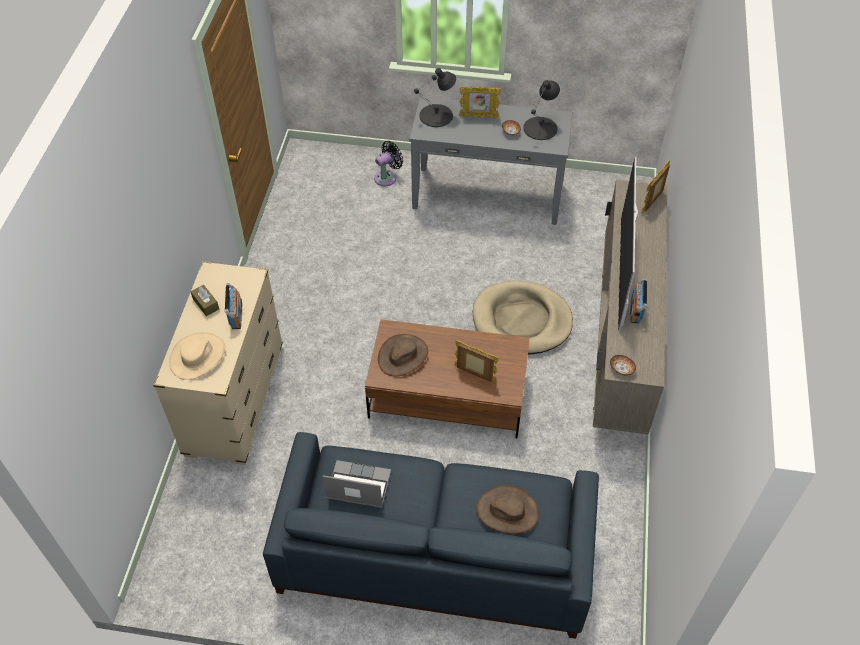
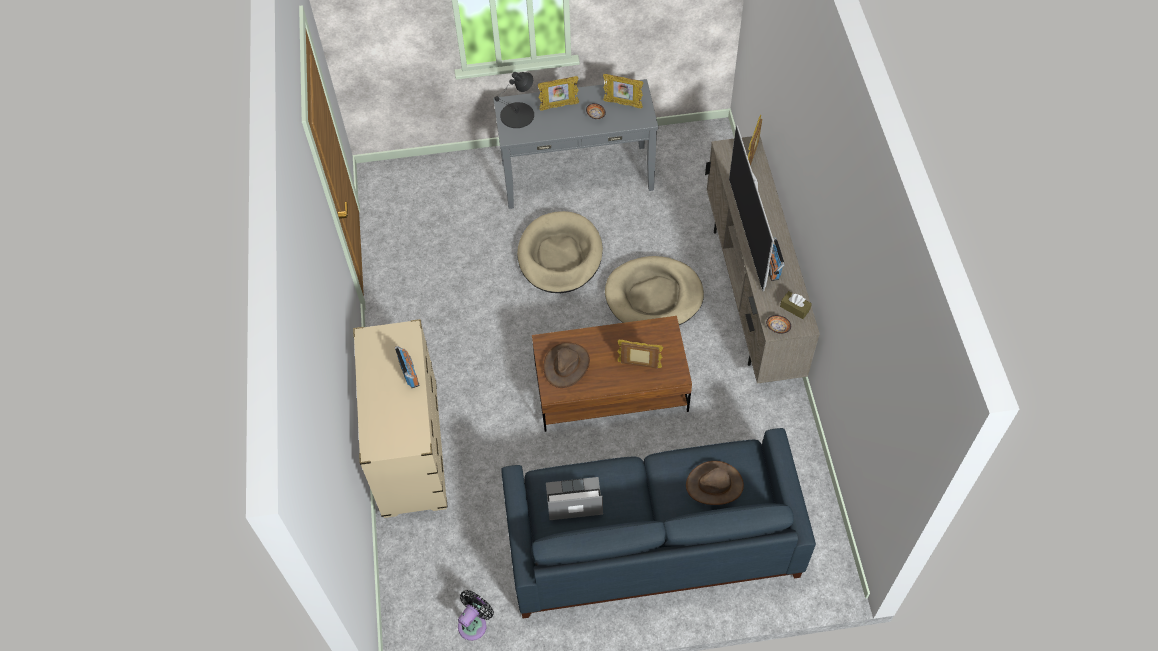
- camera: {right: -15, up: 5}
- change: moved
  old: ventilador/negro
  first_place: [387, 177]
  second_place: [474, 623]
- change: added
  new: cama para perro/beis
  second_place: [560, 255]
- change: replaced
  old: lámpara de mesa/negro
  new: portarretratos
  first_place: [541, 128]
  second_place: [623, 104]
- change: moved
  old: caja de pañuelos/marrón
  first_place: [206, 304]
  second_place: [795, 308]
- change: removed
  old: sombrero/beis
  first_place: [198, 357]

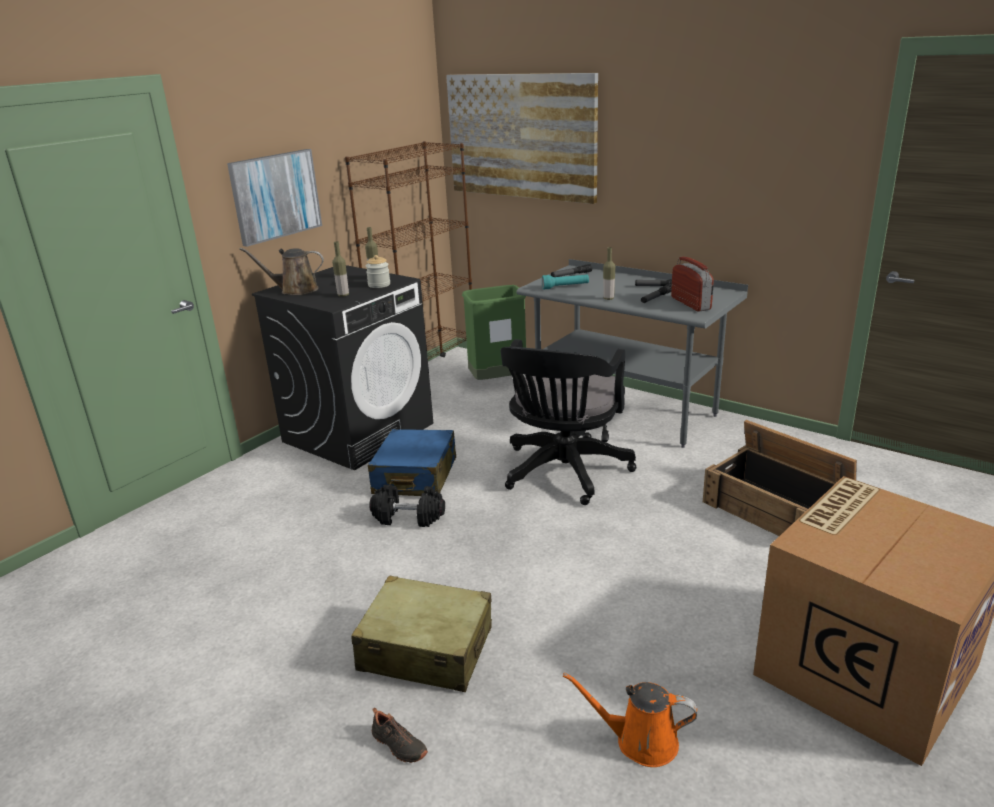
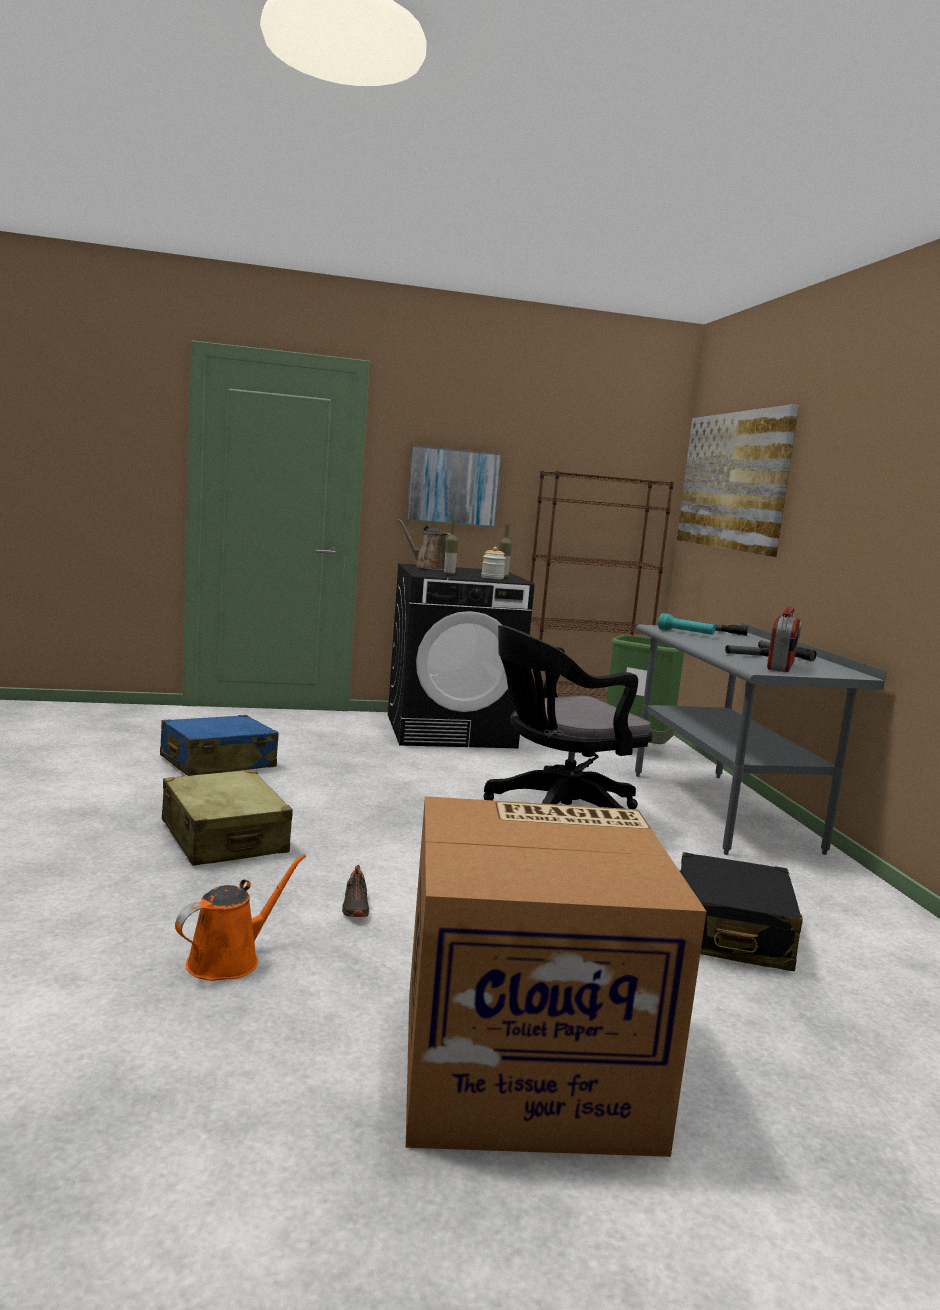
- camera: {right: 40, up: -15}
- change: moved
  old: maleta/azul
  first_place: [415, 476]
  second_place: [217, 762]
- change: turned
  old: regadera/naranja
  first_place: [640, 741]
  second_place: [229, 959]
  degrees: 75
- change: moved
  old: zapato/negro
  first_place: [398, 746]
  second_place: [354, 906]
- change: replaced
  old: caja de embalaje
  new: maleta/negro
  first_place: [778, 507]
  second_place: [730, 933]
- change: removed
  old: mancuerna/negro
  first_place: [409, 517]
- change: removed
  old: botella
  first_place: [608, 298]

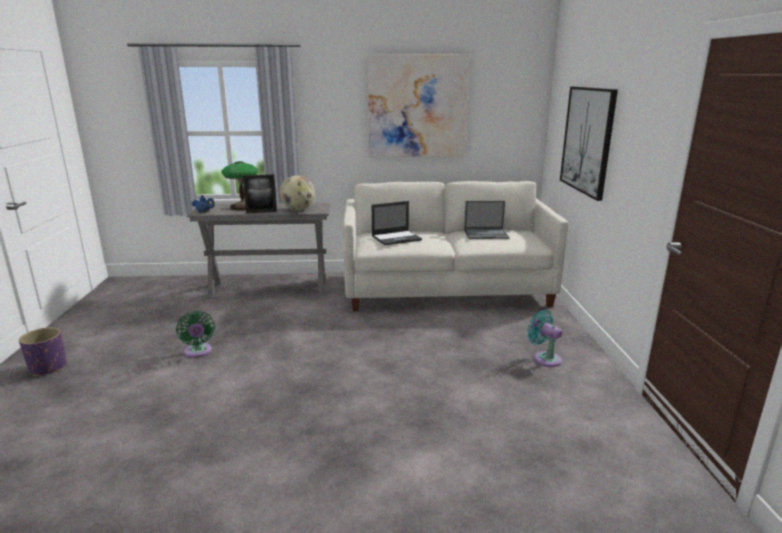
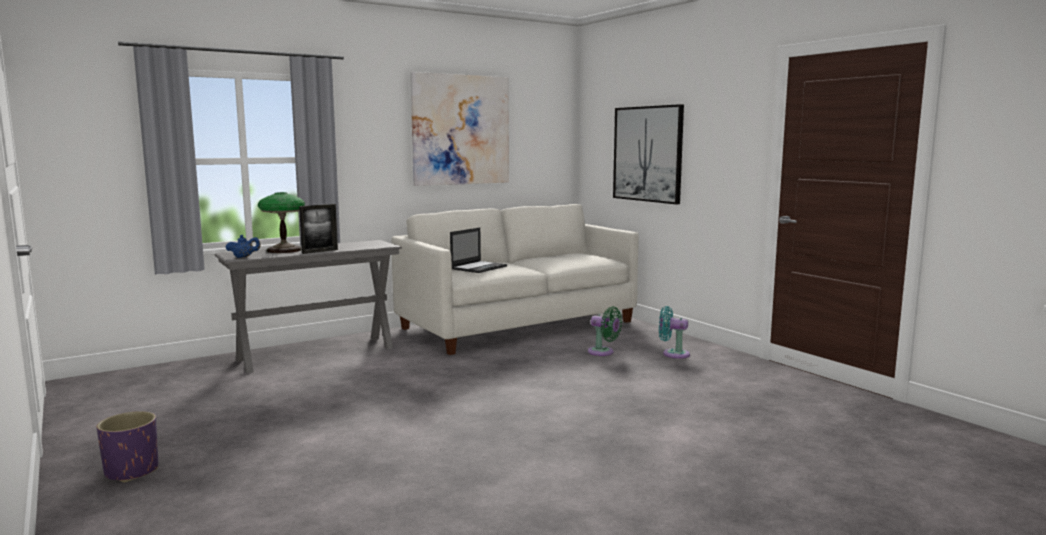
- camera: {right: -30, up: -10}
- change: moved
  old: ventilador/verde
  first_place: [198, 352]
  second_place: [603, 352]
- change: removed
  old: globo terráqueo
  first_place: [298, 209]
- change: removed
  old: portátil
  first_place: [486, 234]

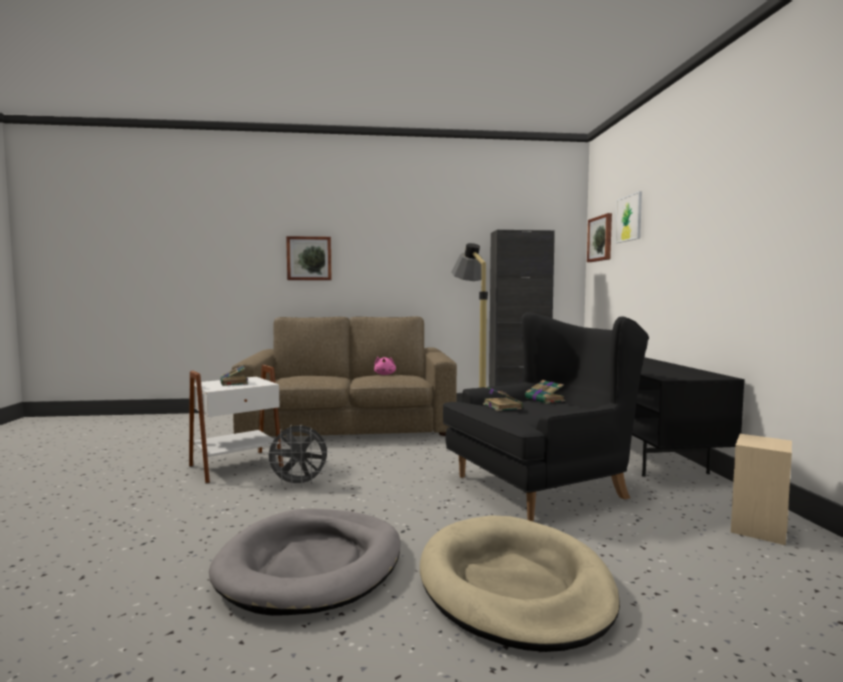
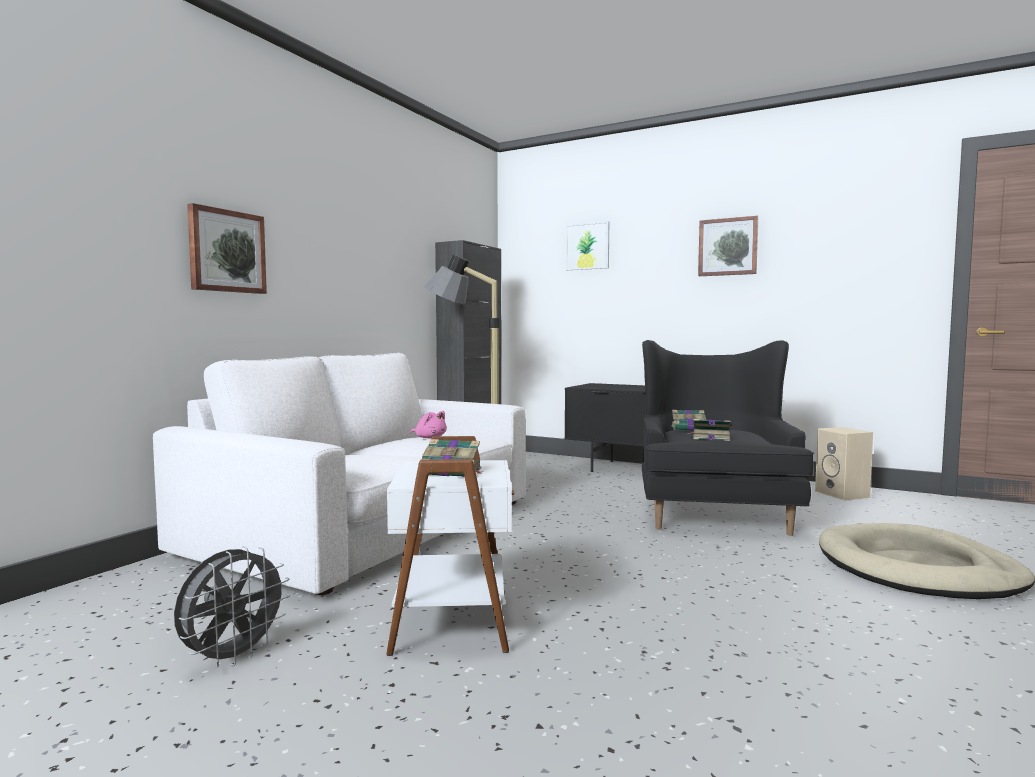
- camera: {right: -55, up: 0}
- change: recoloured
  old: sofá/marrón
  new: sofá/blanco
  first_place: [350, 424]
  second_place: [371, 527]
- change: moved
  old: ventilador/gris
  first_place: [299, 484]
  second_place: [233, 657]
- change: moved
  old: cuadro
  first_place: [600, 238]
  second_place: [728, 247]
- change: removed
  old: cama para perro/gris
  first_place: [312, 565]

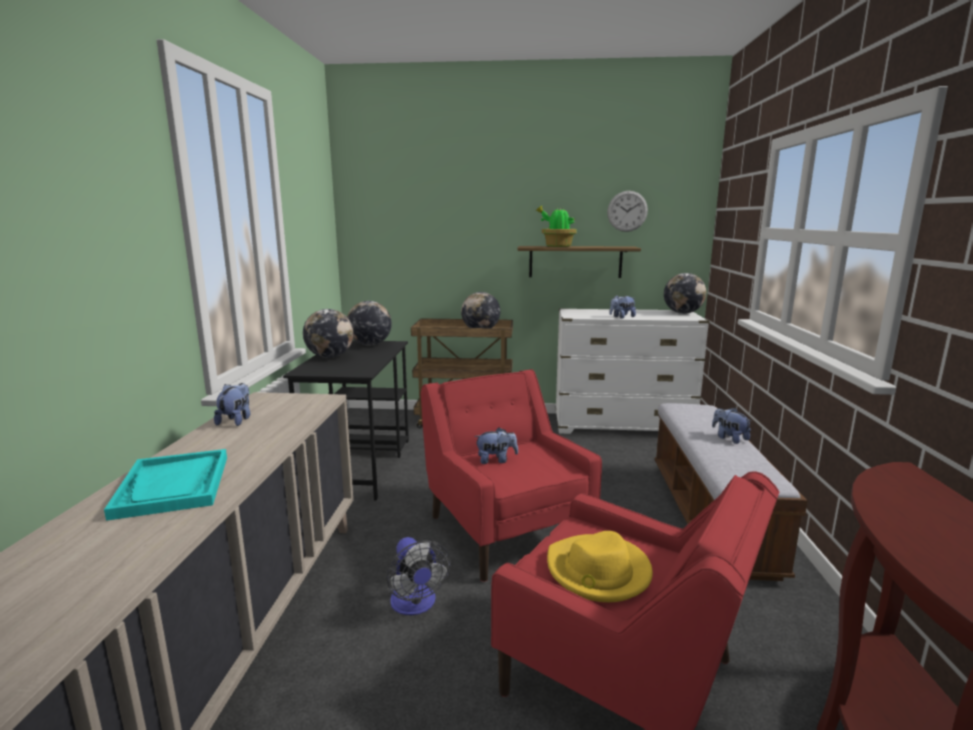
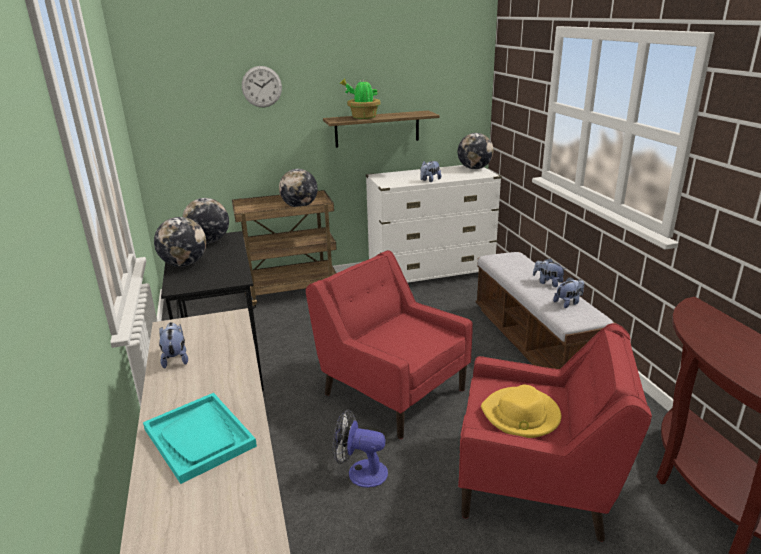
- camera: {right: -20, up: 10}
- change: moved
  old: reloj de pared
  first_place: [627, 211]
  second_place: [261, 86]
- change: turned
  old: ventilador
  first_place: [415, 605]
  second_place: [360, 472]
  degrees: 150
- change: moved
  old: peluche
  first_place: [496, 460]
  second_place: [568, 303]

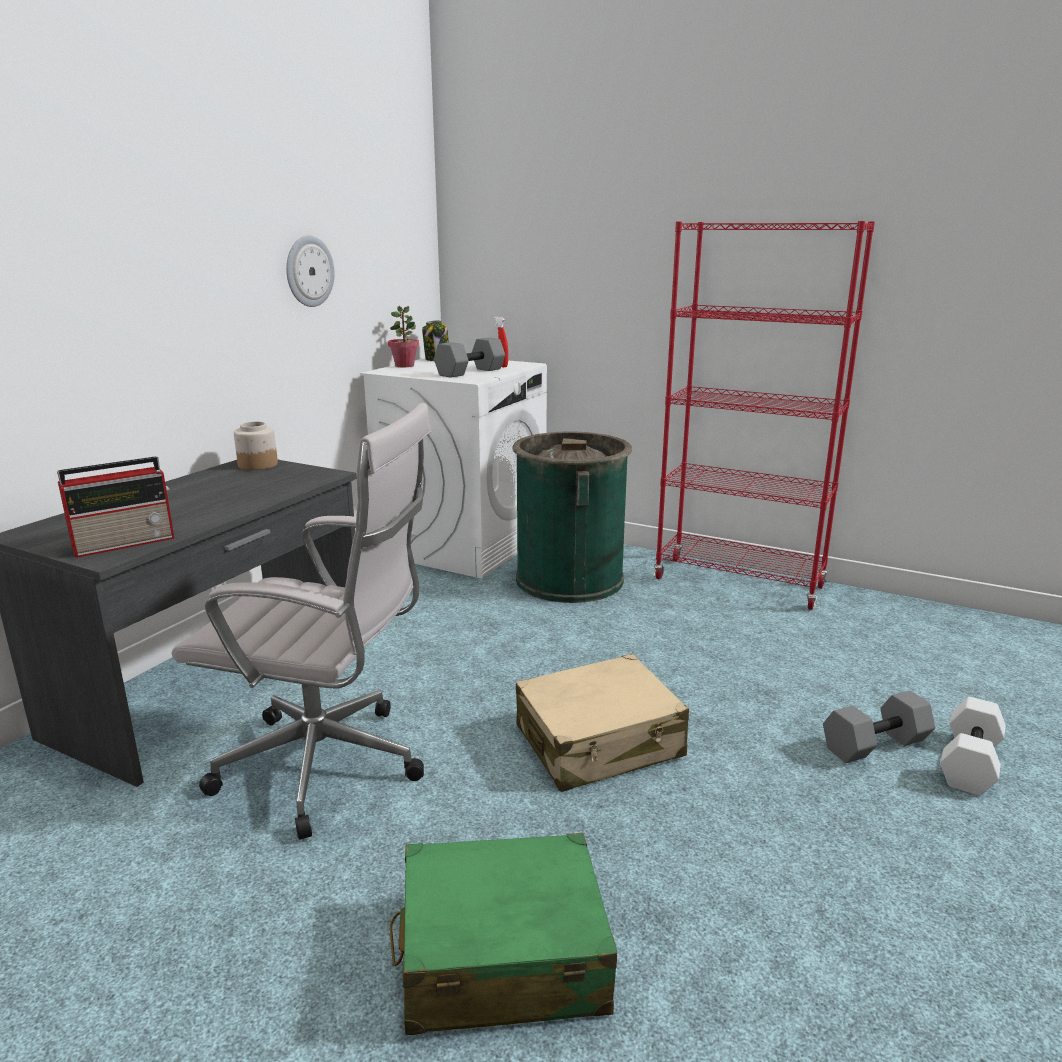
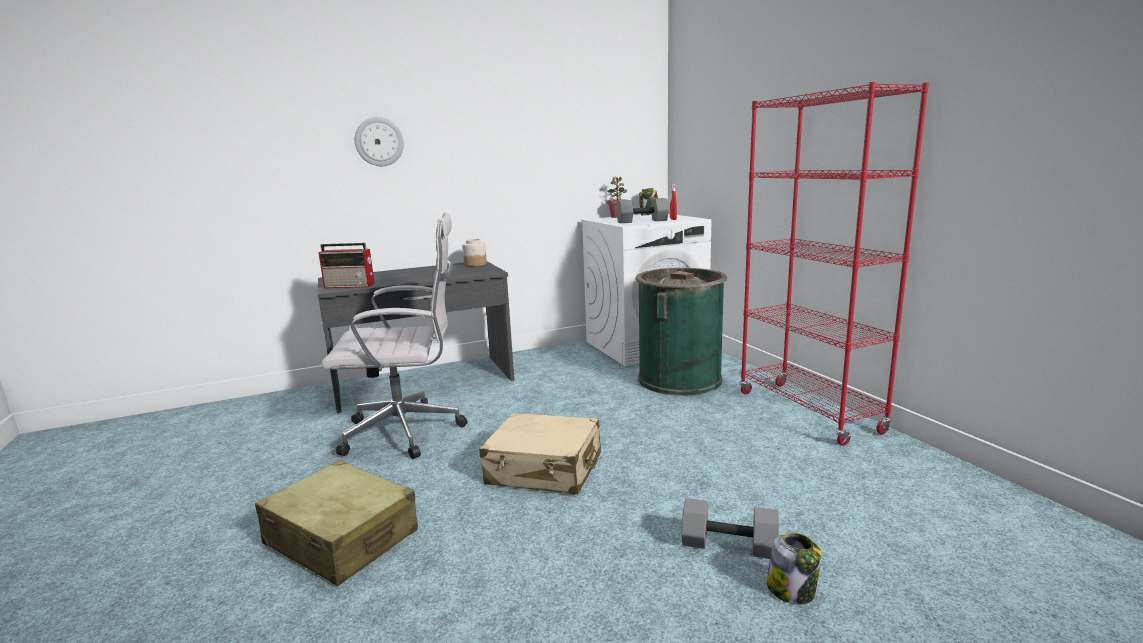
- camera: {right: 40, up: -5}
- change: recoloured
  old: maleta/verde
  new: maleta/beis
  first_place: [501, 956]
  second_place: [342, 538]
- change: turned
  old: silla de oficina/blanco
  first_place: [330, 767]
  second_place: [409, 432]
  degrees: -60
- change: moved
  old: reloj de pared
  first_place: [309, 271]
  second_place: [379, 142]
- change: replaced
  old: mancuerna/blanco
  new: tarro
  first_place: [967, 762]
  second_place: [792, 590]

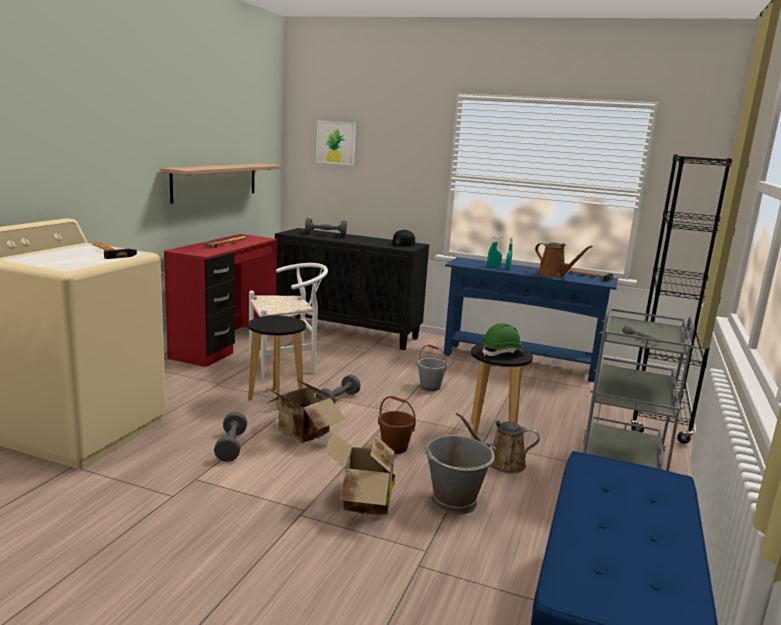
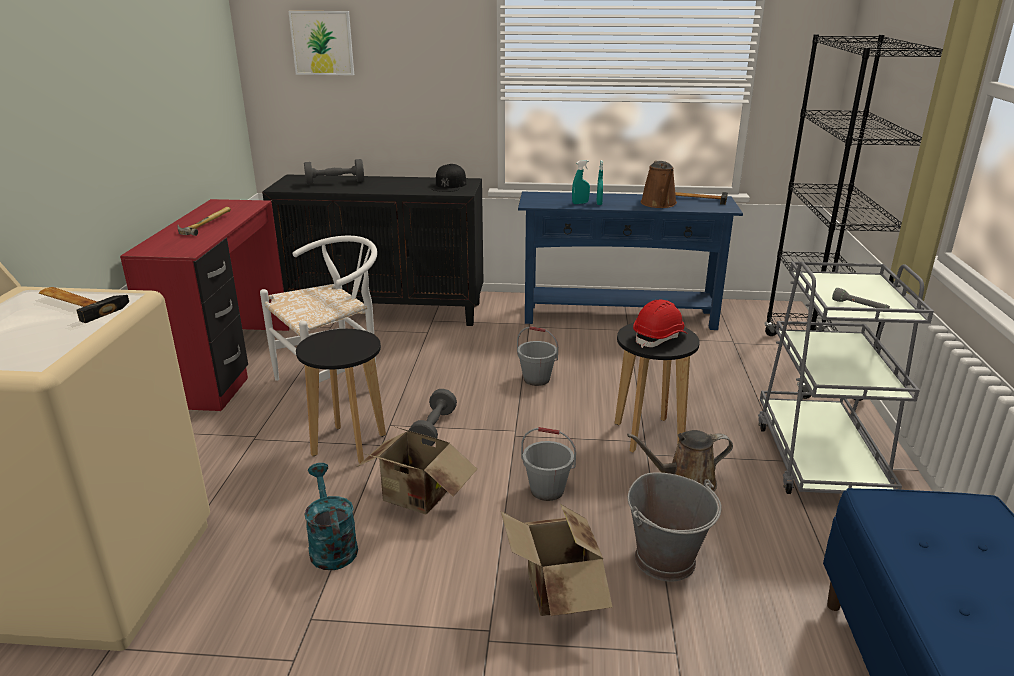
- camera: {right: -15, up: 10}
- change: replaced
  old: mancuerna/gris
  new: regadera/turquesa
  first_place: [231, 446]
  second_place: [331, 545]
- change: recoloured
  old: cubo/marrón
  new: cubo/gris
  first_place: [395, 447]
  second_place: [547, 490]
- change: recoloured
  old: casco/verde
  new: casco/rojo
  first_place: [502, 353]
  second_place: [659, 338]
- change: turned
  old: regadera/marrón
  first_place: [554, 275]
  second_place: [659, 204]
  degrees: 60
- change: removed
  old: estante
  first_place: [215, 181]

